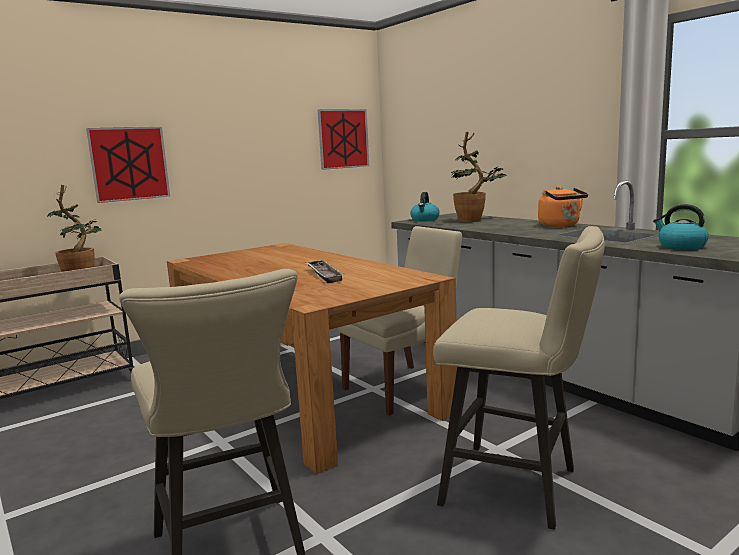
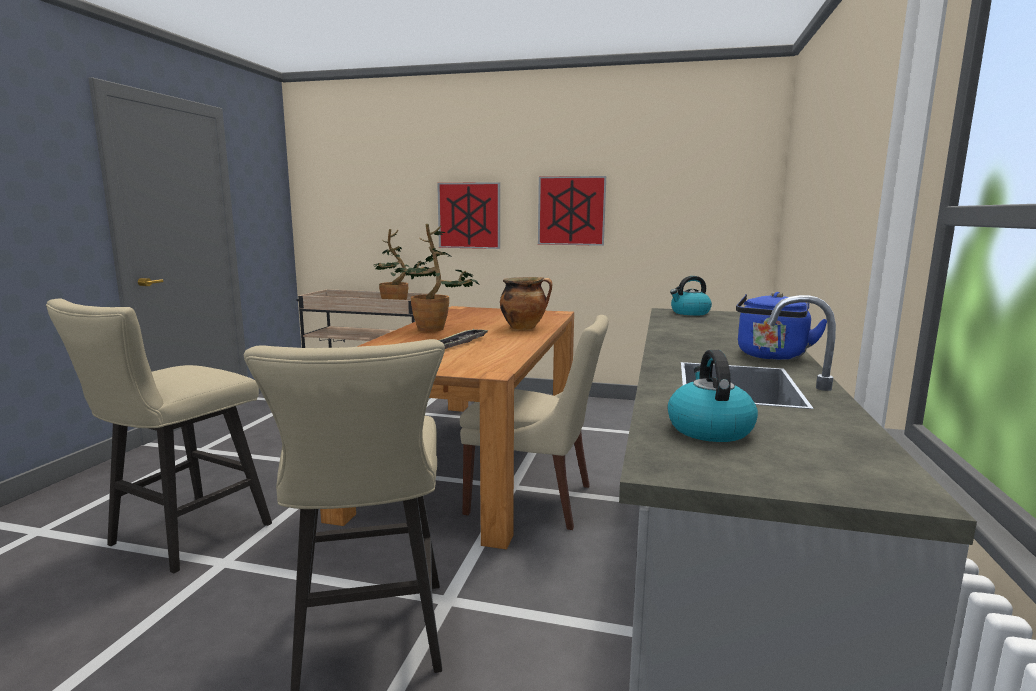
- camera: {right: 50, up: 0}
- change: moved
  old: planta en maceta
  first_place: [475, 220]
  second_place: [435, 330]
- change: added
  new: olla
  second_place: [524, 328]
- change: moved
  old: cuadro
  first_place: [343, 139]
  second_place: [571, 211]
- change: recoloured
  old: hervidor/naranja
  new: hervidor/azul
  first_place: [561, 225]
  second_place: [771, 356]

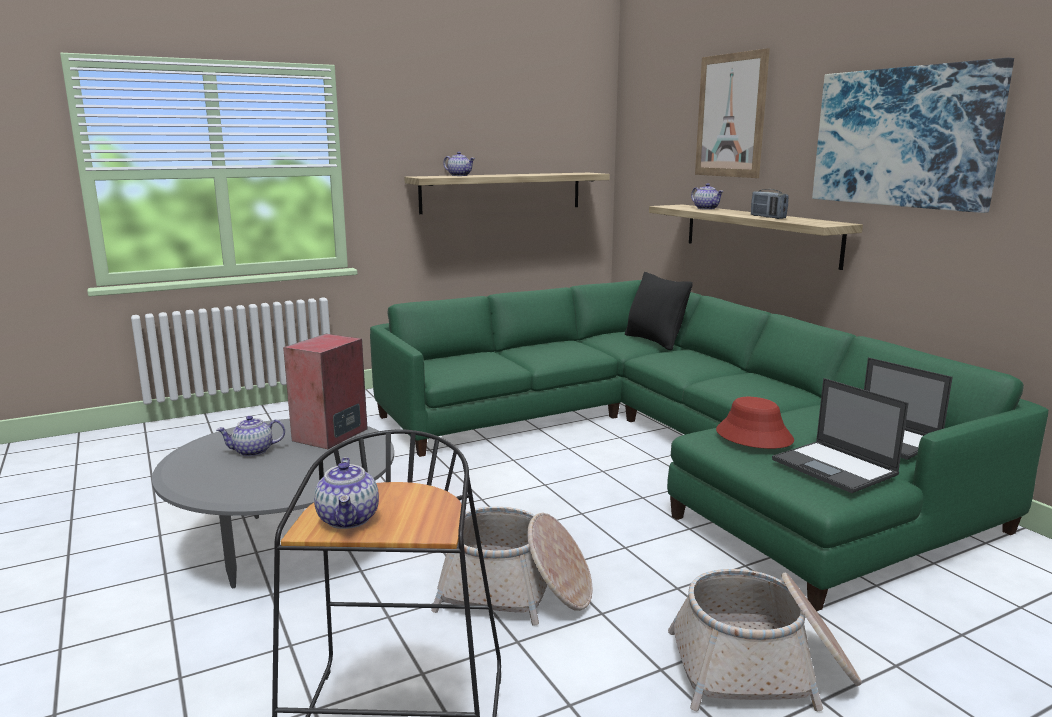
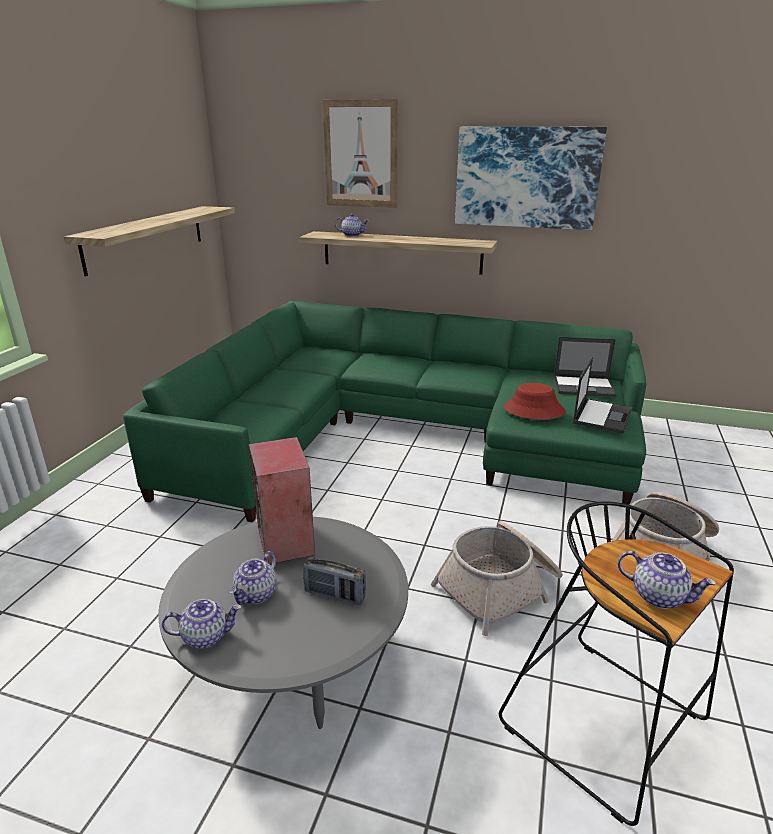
- camera: {right: -45, up: 10}
- change: moved
  old: tetera
  first_place: [459, 175]
  second_place: [206, 636]
- change: moved
  old: radio
  first_place: [767, 217]
  second_place: [334, 595]
- change: turned
  old: portátil
  first_place: [835, 467]
  second_place: [602, 415]
  degrees: -75
- change: removed
  old: cojín/negro
  first_place: [654, 341]

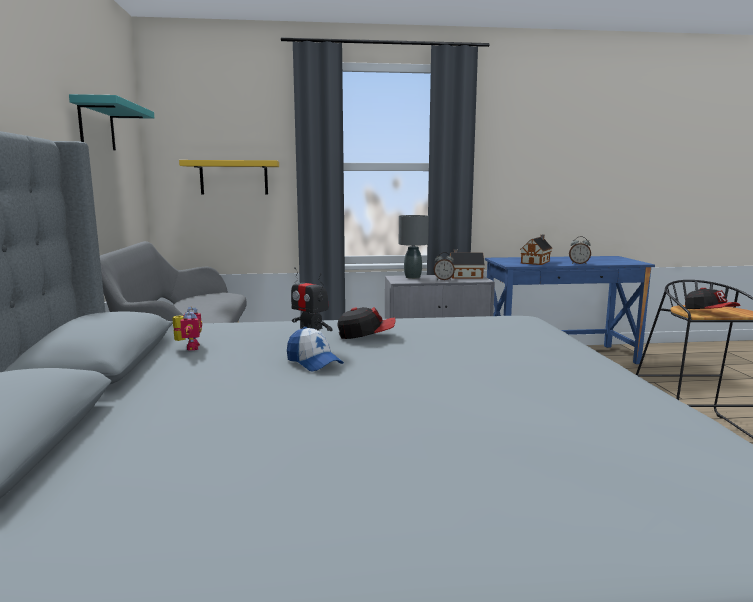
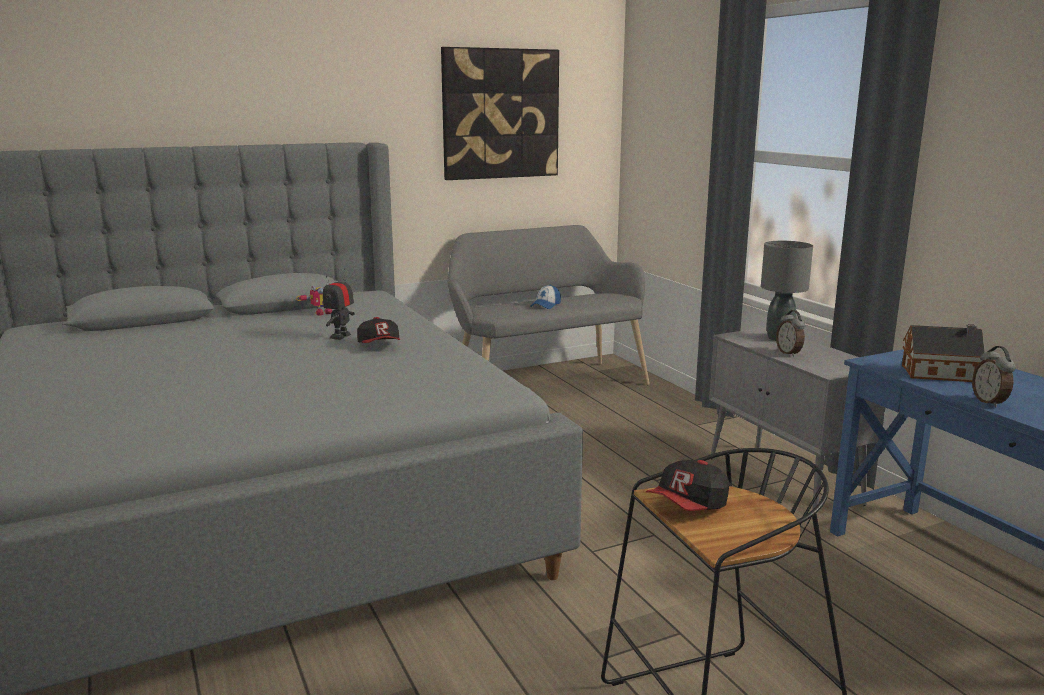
- camera: {right: 70, up: 5}
- change: replaced
  old: estante/turquesa
  new: cuadro
  first_place: [96, 125]
  second_place: [500, 114]
- change: moved
  old: gorra
  first_place: [314, 362]
  second_place: [546, 305]
- change: removed
  old: estante/amarillo
  first_place: [234, 178]
- change: removed
  old: casita
  first_place: [464, 276]

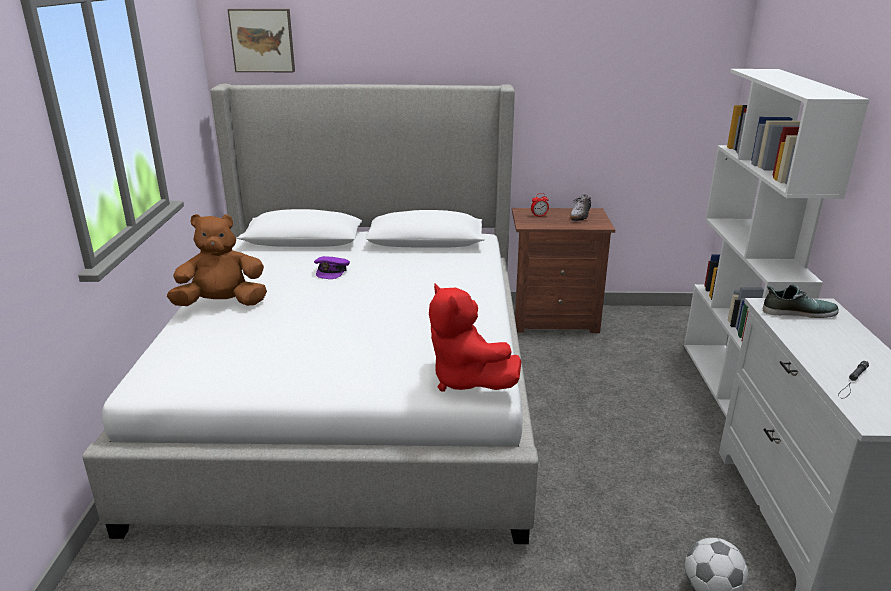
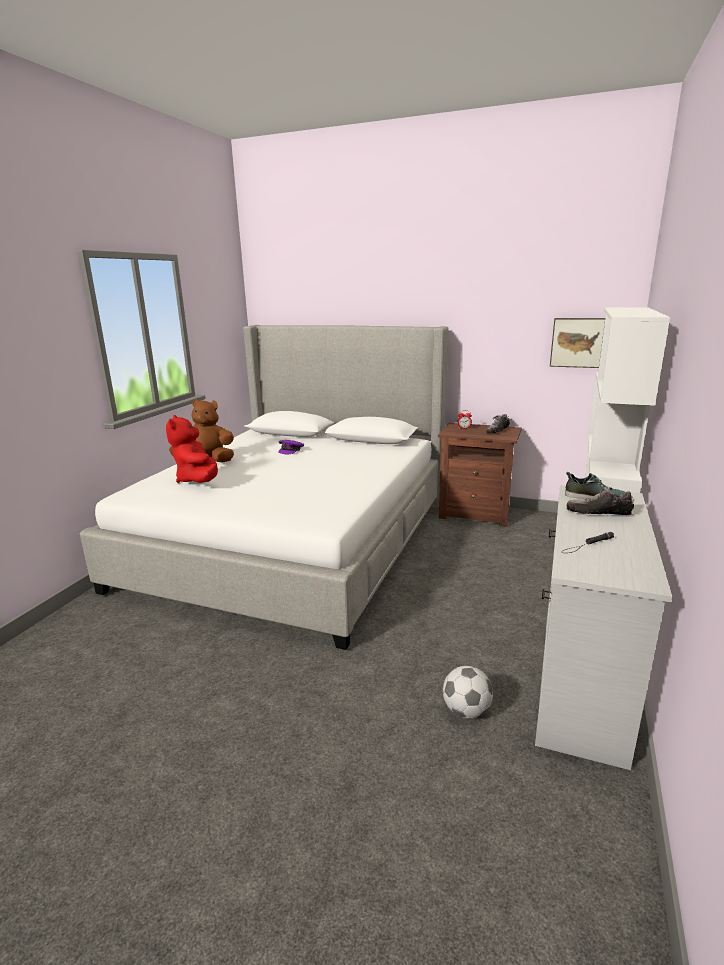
- camera: {right: 20, up: -5}
- change: moved
  old: peluche/rojo
  first_place: [466, 380]
  second_place: [198, 480]
- change: moved
  old: cuadro
  first_place: [263, 40]
  second_place: [577, 342]
- change: added
  new: zapato
  second_place: [598, 512]

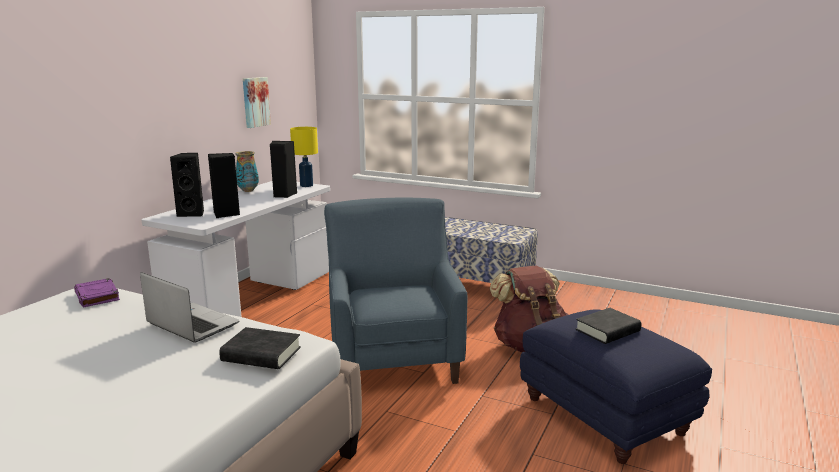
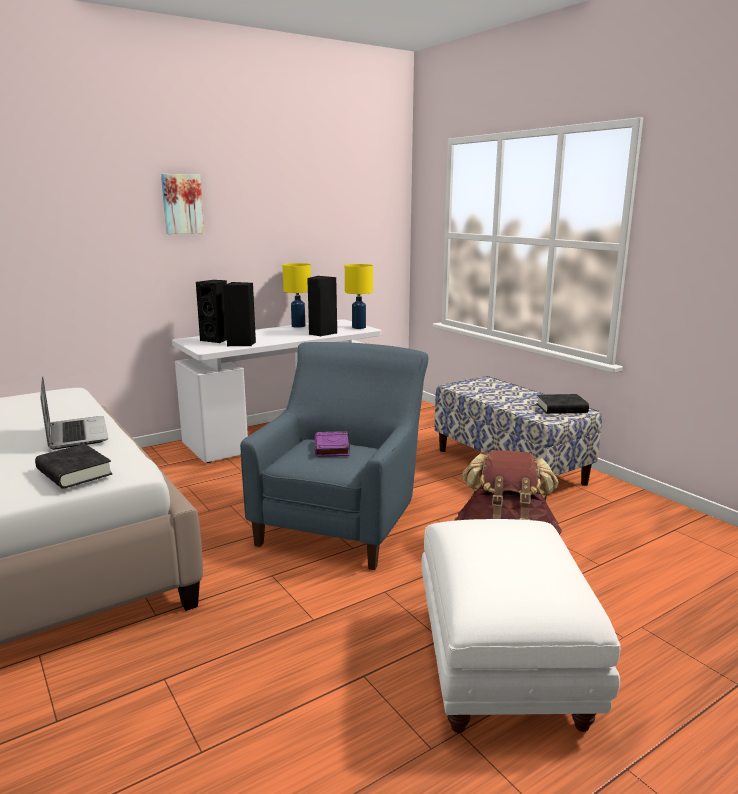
- camera: {right: 30, up: 0}
- change: moved
  old: cuadro
  first_place: [255, 102]
  second_place: [182, 204]
- change: replaced
  old: florero
  new: lámpara de mesa/amarillo
  first_place: [248, 191]
  second_place: [298, 326]
- change: moved
  old: libro/morado
  first_place: [97, 296]
  second_place: [332, 448]
- change: recoloured
  old: puf/azul
  new: puf/blanco
  first_place: [606, 417]
  second_place: [502, 668]
- change: moved
  old: libro/negro
  first_place: [607, 331]
  second_place: [561, 408]

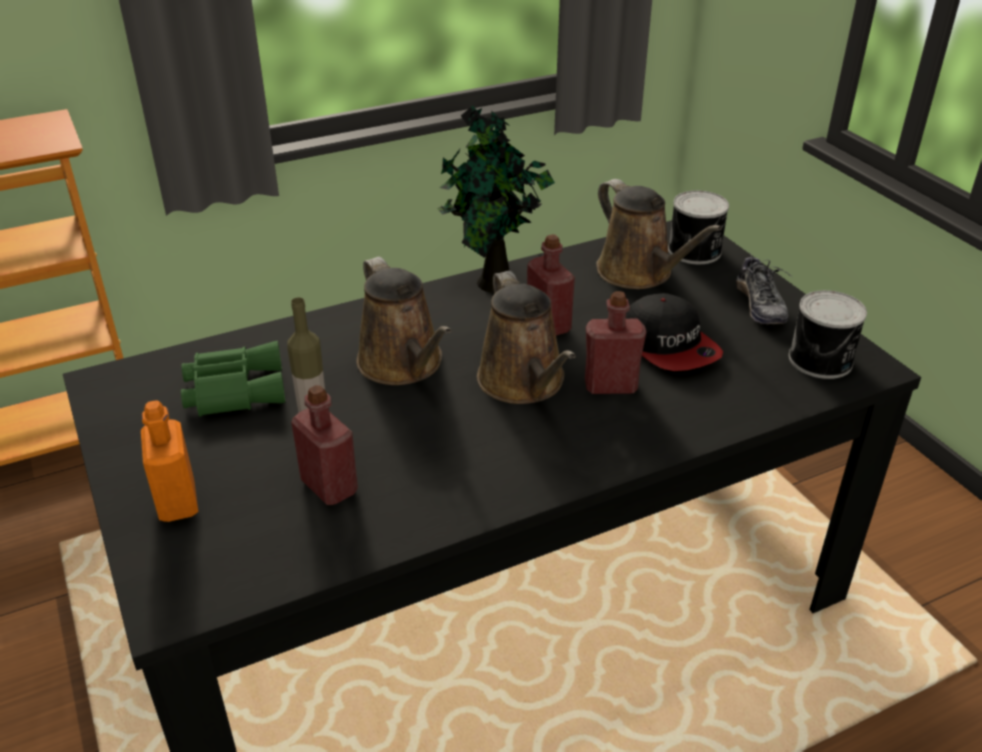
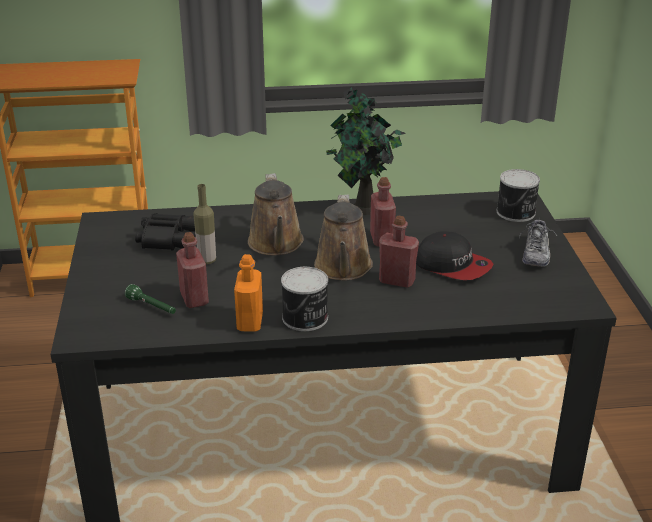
- camera: {right: 20, up: -5}
- change: added
  new: linterna/verde
  second_place: [152, 307]
- change: recoloured
  old: prismáticos/verde
  new: prismáticos/negro
  first_place: [233, 388]
  second_place: [170, 238]
- change: moved
  old: botella/naranja
  first_place: [177, 502]
  second_place: [250, 322]
- change: moved
  old: lata
  first_place: [822, 360]
  second_place: [305, 318]
- change: turned
  old: gorra
  first_place: [668, 345]
  second_place: [453, 265]
  degrees: -45
- change: removed
  old: regadera/marrón
  first_place: [639, 273]

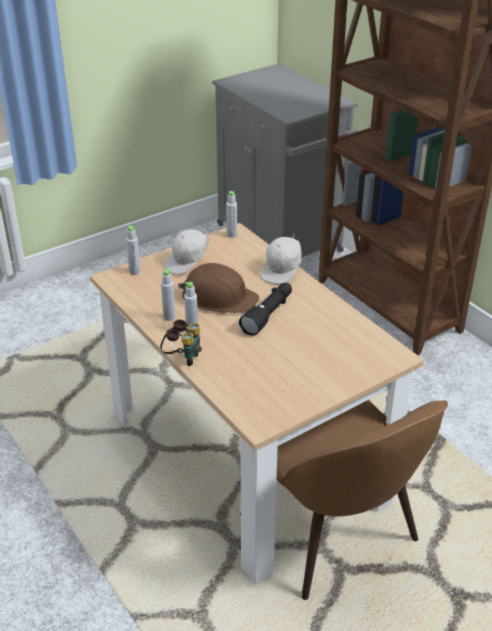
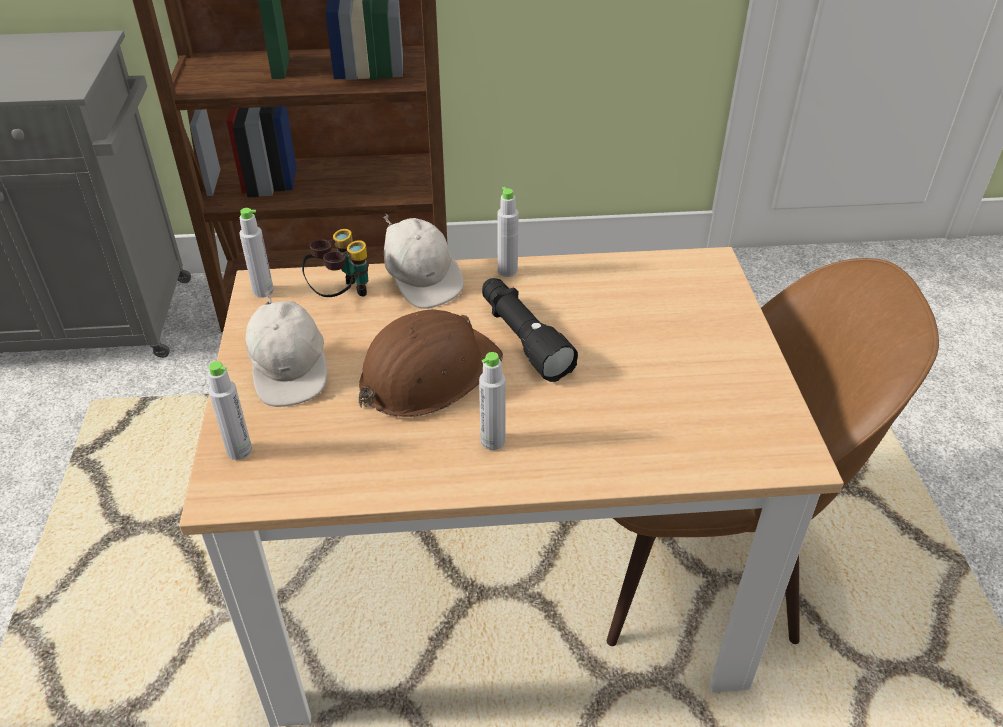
- camera: {right: -60, up: 5}
- change: moved
  old: prismáticos
  first_place: [182, 357]
  second_place: [341, 295]
- change: moved
  old: botella/gris
  first_place: [169, 317]
  second_place: [507, 271]

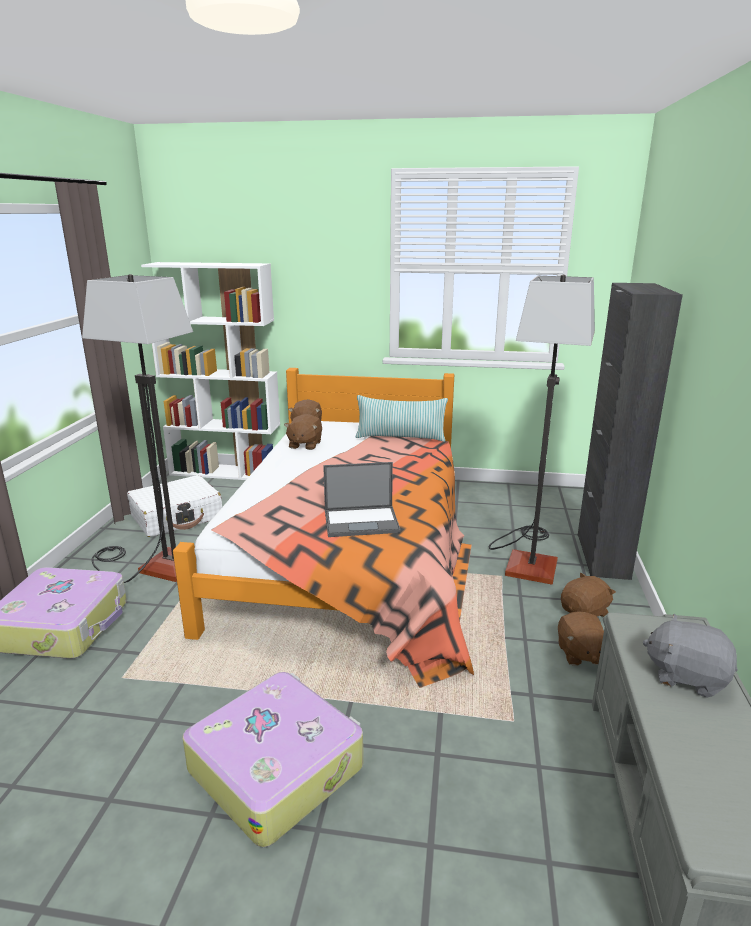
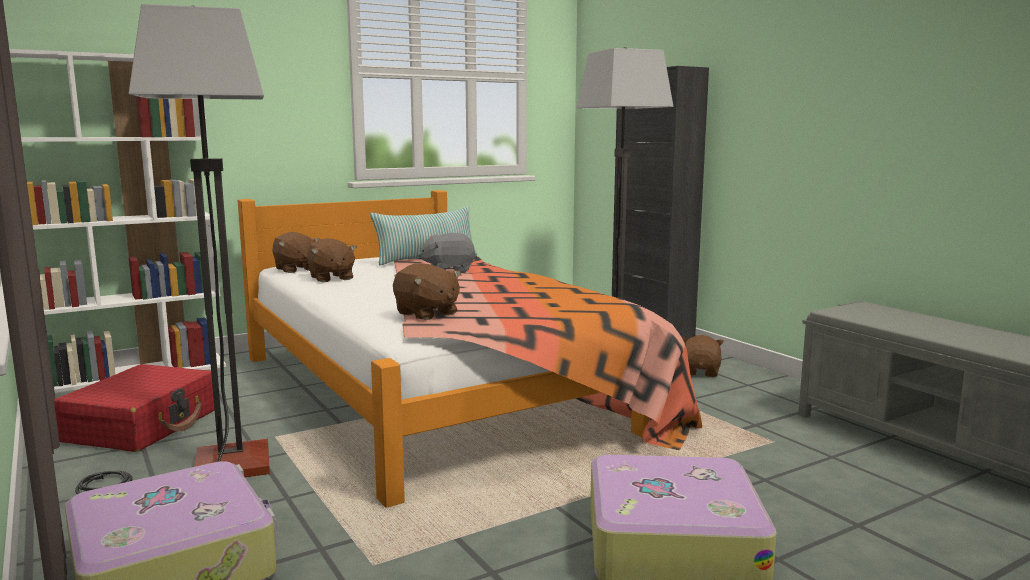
- camera: {right: -40, up: -10}
- change: recoloured
  old: maleta/blanco
  new: maleta/rojo
  first_place: [177, 517]
  second_place: [143, 425]
- change: moved
  old: peluche/marrón
  first_place: [580, 654]
  second_place: [426, 314]
- change: moved
  old: peluche/gris
  first_place: [686, 676]
  second_place: [448, 271]
- change: removed
  old: portátil
  first_place: [362, 521]

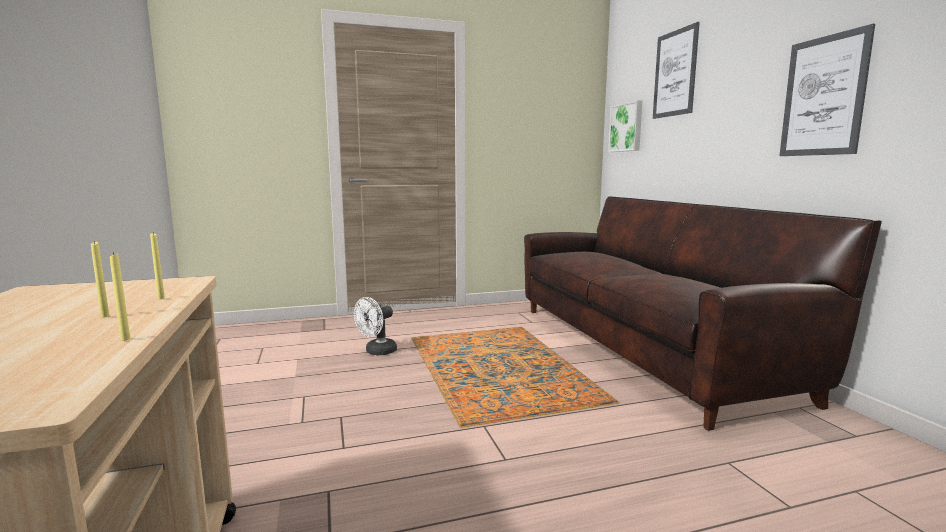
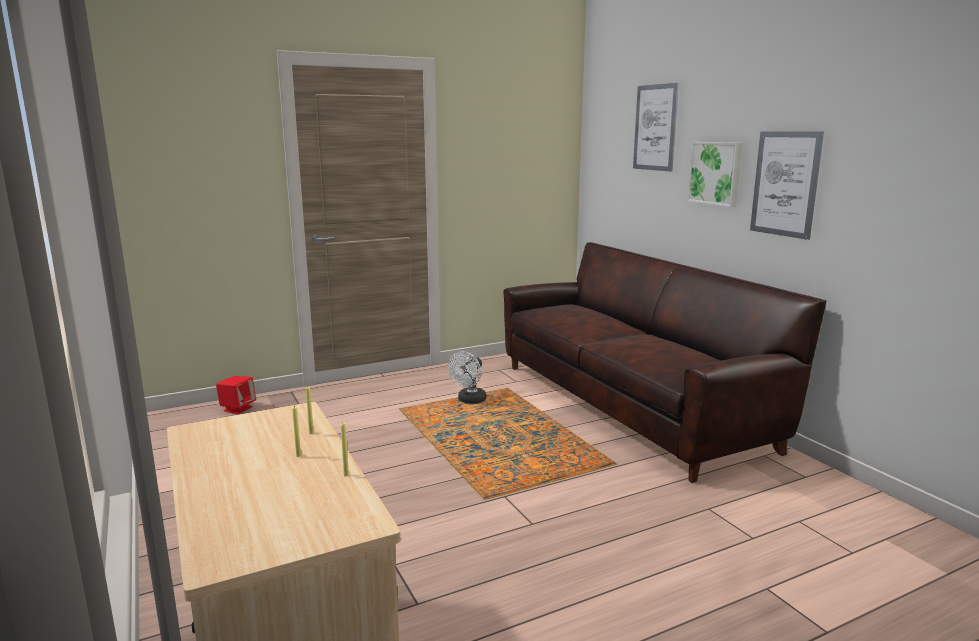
- camera: {right: -10, up: 5}
- change: added
  new: altavoz/rojo
  second_place: [238, 408]
- change: moved
  old: ventilador/blanco
  first_place: [377, 352]
  second_place: [469, 401]
- change: moved
  old: cuadro
  first_place: [626, 127]
  second_place: [716, 173]

